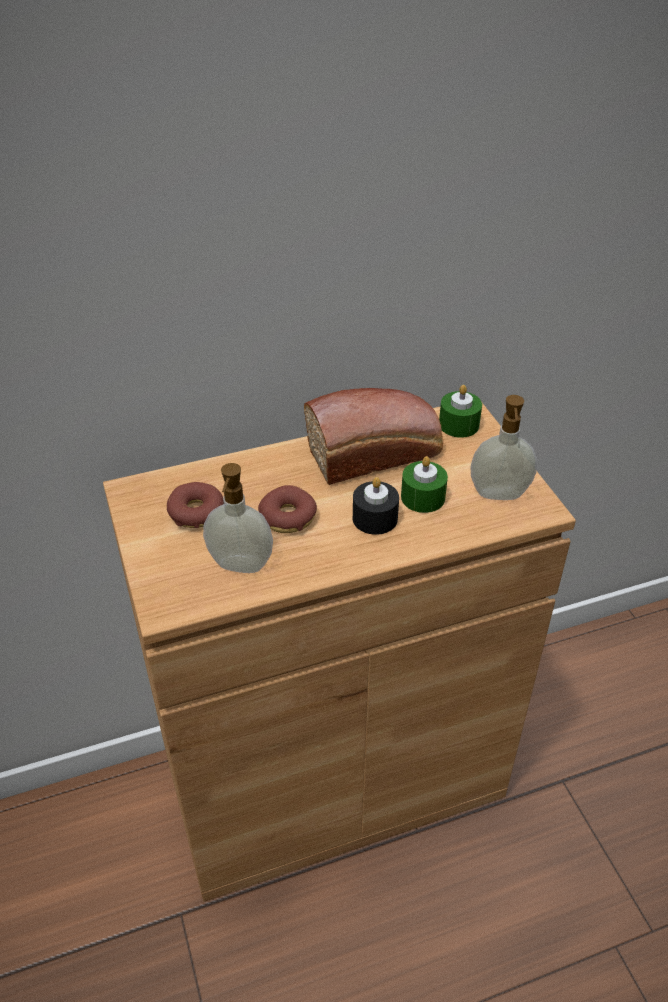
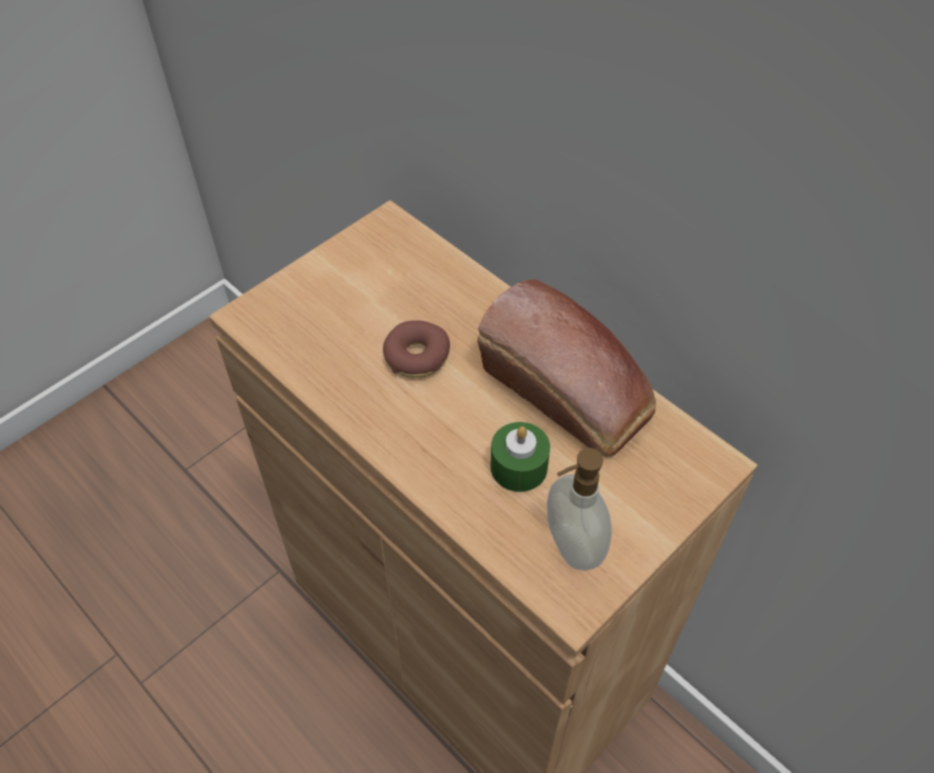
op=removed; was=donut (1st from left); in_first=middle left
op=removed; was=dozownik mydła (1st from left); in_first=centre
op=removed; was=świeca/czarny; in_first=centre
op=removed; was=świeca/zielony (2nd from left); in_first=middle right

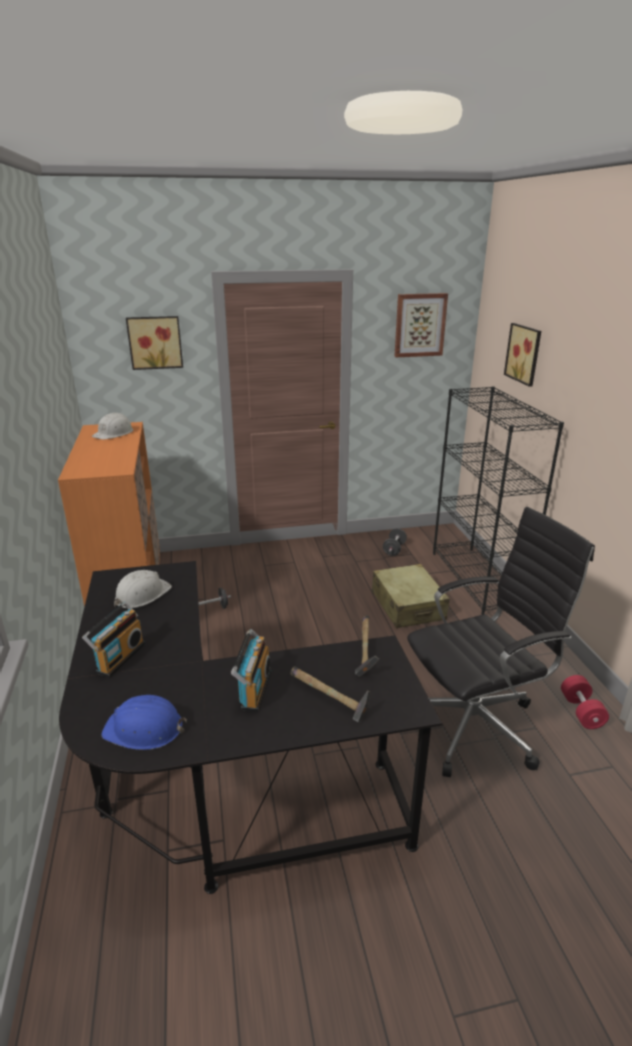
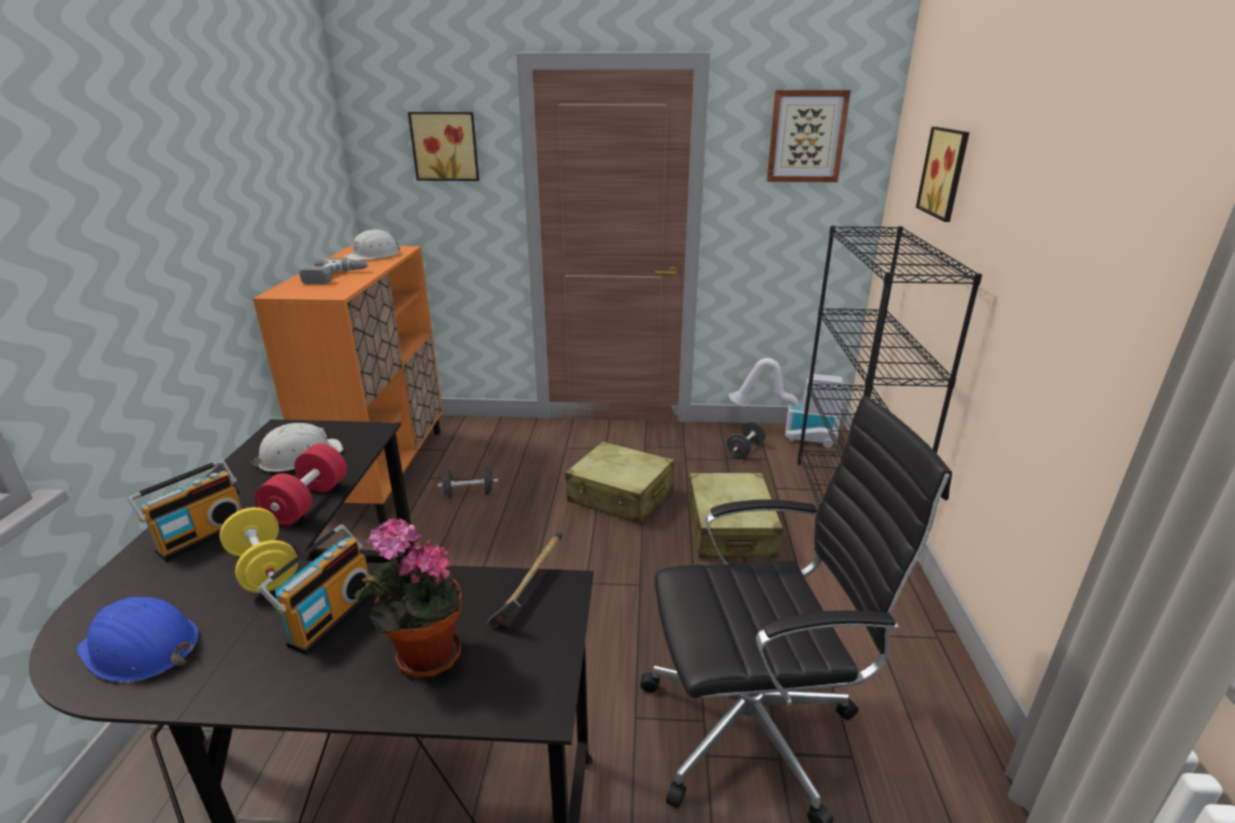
op=replaced; was=młotek (1st from left); now=roślina doniczkowa; in_first=centre; in_second=bottom left
op=moved; was=hantel/czerwony; in_first=bottom right; in_second=middle left
op=added; now=hantel/żółty; in_second=bottom left
op=added; now=wiertarka; in_second=top left
op=added; now=walizka/beżowy (1st from left); in_second=centre
op=added; now=odkurzacz; in_second=centre

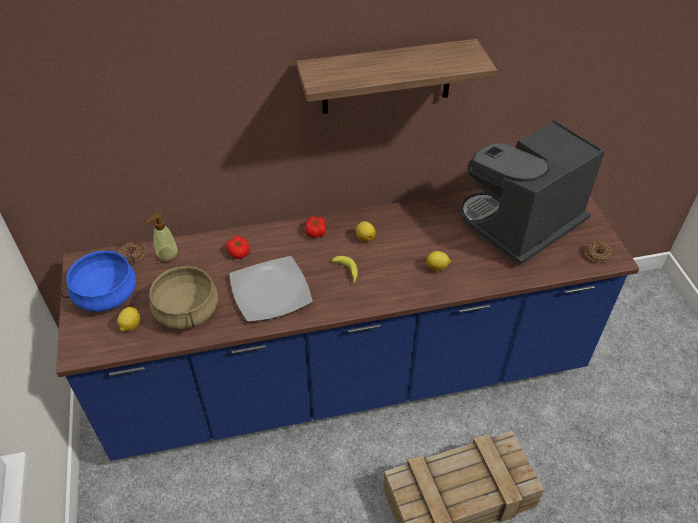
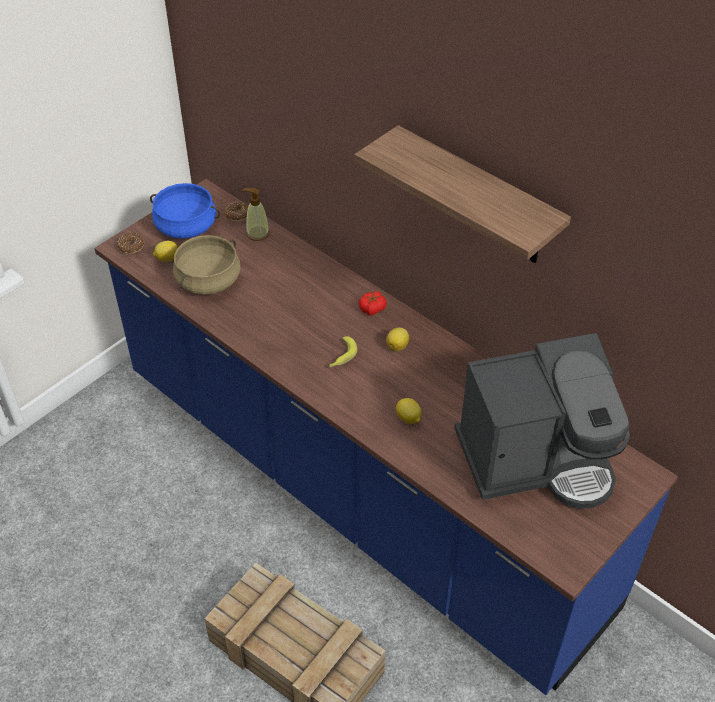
op=removed; was=pomidor (1st from left); in_first=centre
op=removed; was=talerz; in_first=centre
op=turned; was=ekspres do kawy; in_first=middle right; in_second=middle right; clockwise=150
op=moved; was=donut (2nd from left in the first image); now=donut (1st from left); in_first=middle right; in_second=middle left

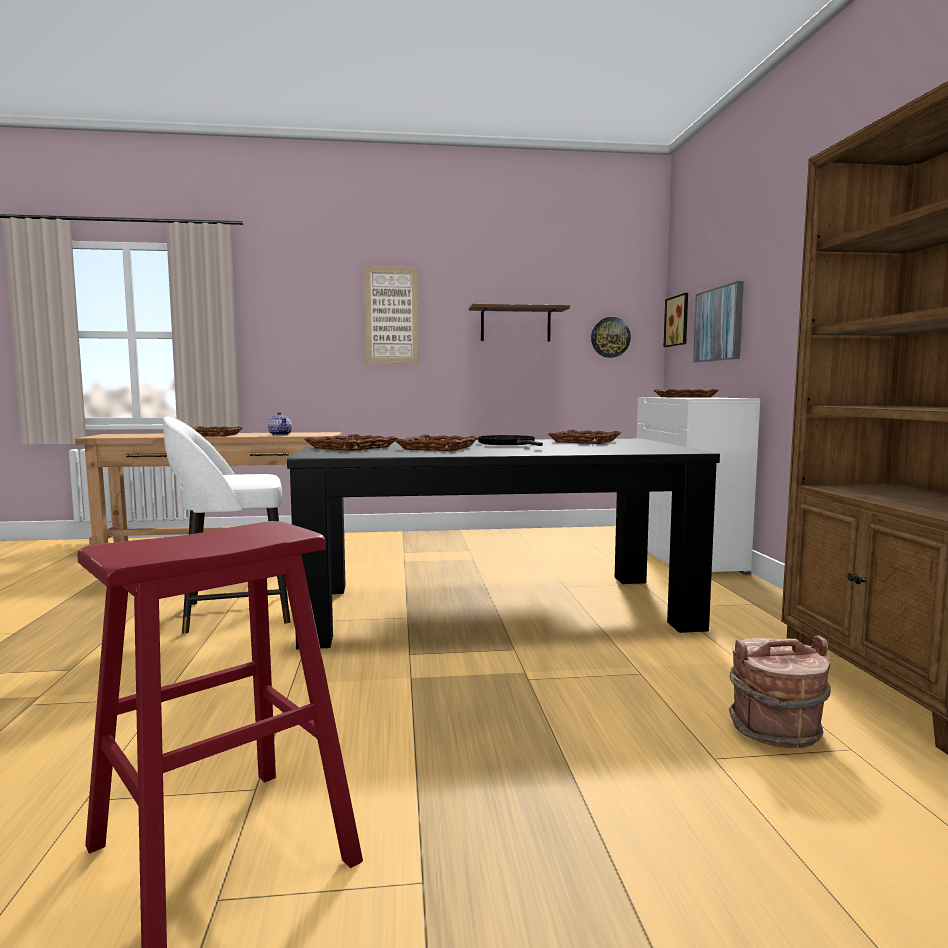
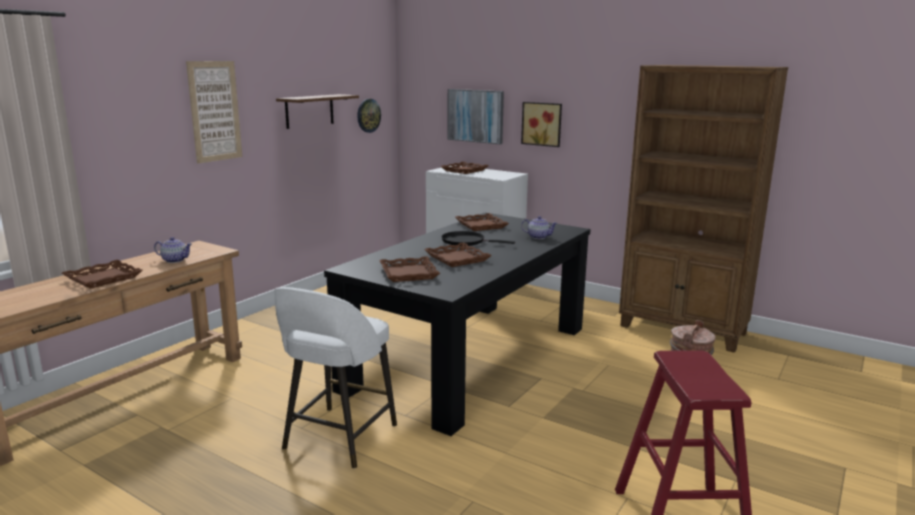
op=moved; was=obraz (2nd from left in the first image); now=obraz (3rd from left); in_first=middle right; in_second=top centre
op=added; now=imbryk (2nd from left); in_second=centre

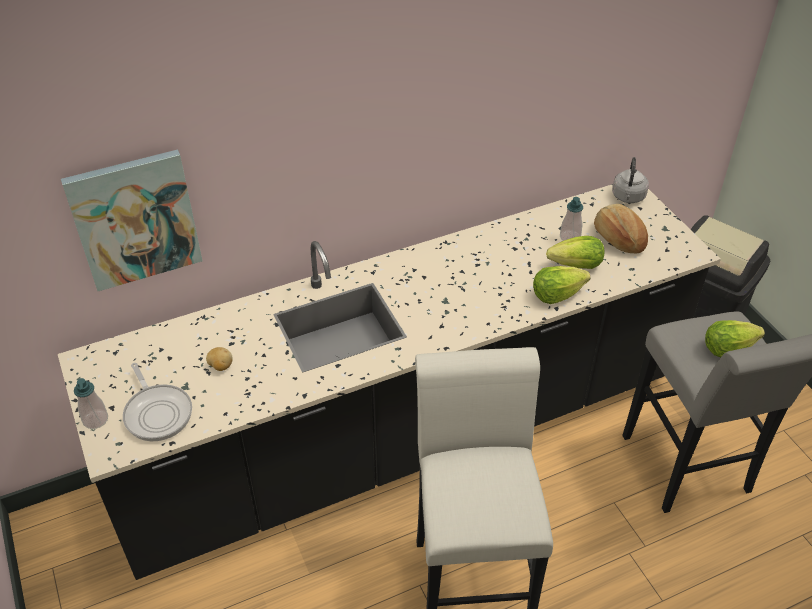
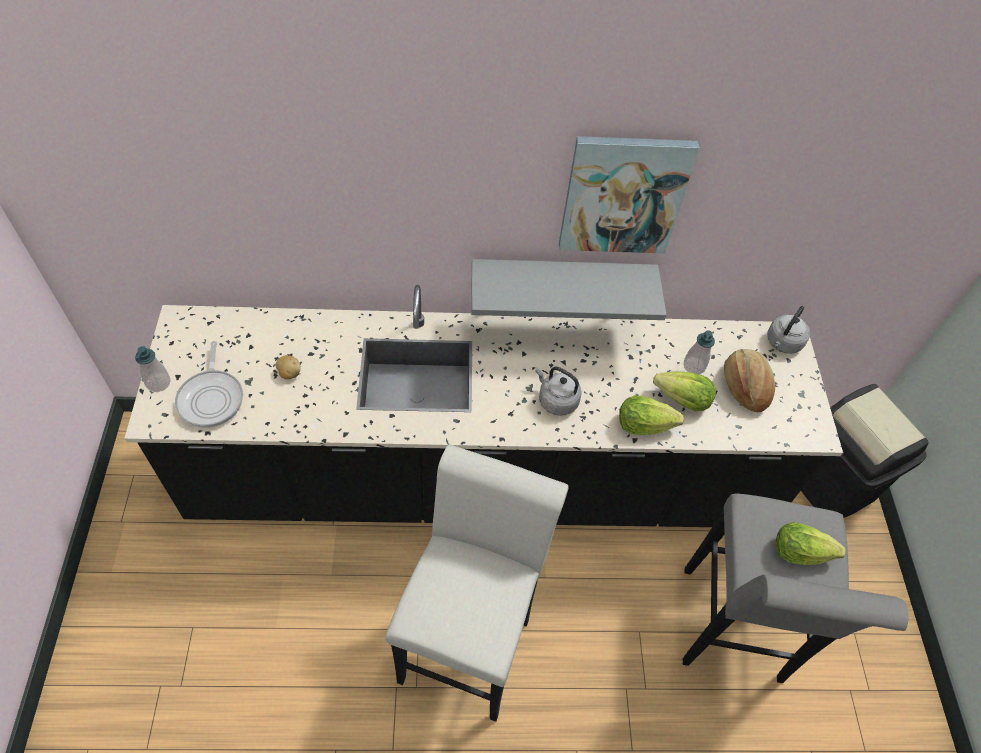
op=moved; was=obraz; in_first=middle left; in_second=top centre
op=added; now=półka/szary; in_second=centre
op=added; now=czajnik/szary (1st from left); in_second=centre

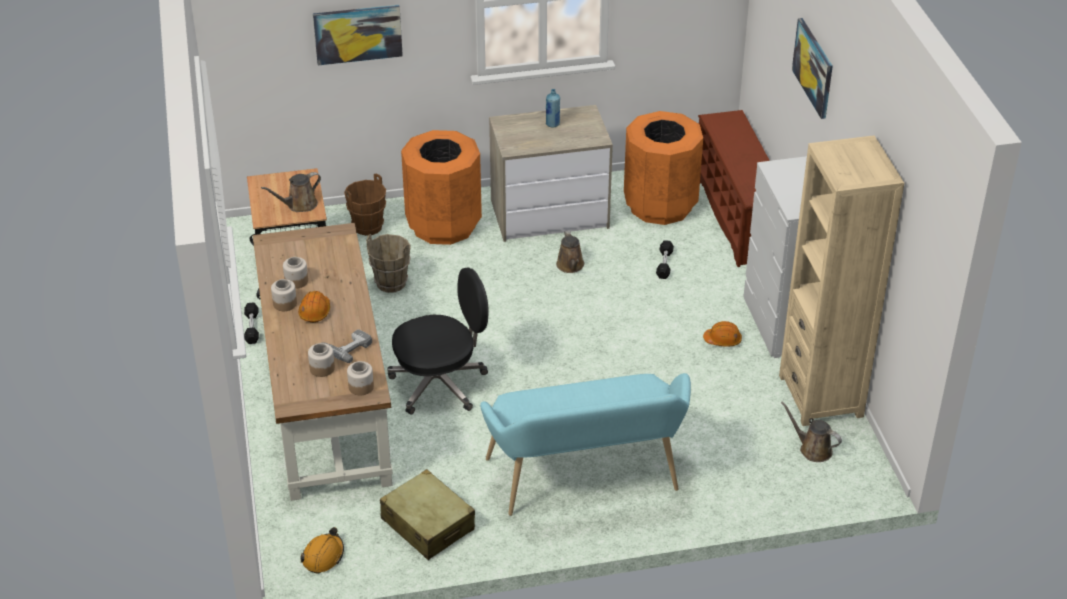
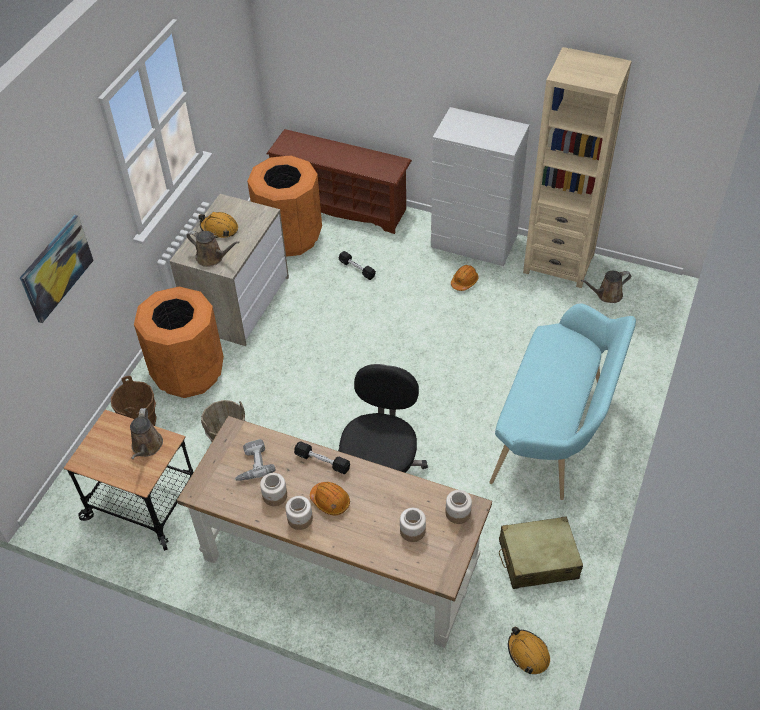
op=moved; was=hantel/czarny (1st from left); in_first=middle left; in_second=centre
op=moved; was=wiertarka; in_first=middle left; in_second=centre
op=replaced; was=butelka/niebieski; now=kask/pomarańczowy (1st from left); in_first=top centre; in_second=top left
op=moved; was=konewka/brązowy (2nd from left); in_first=centre; in_second=middle left
op=removed; was=obraz (2nd from left); in_first=top right

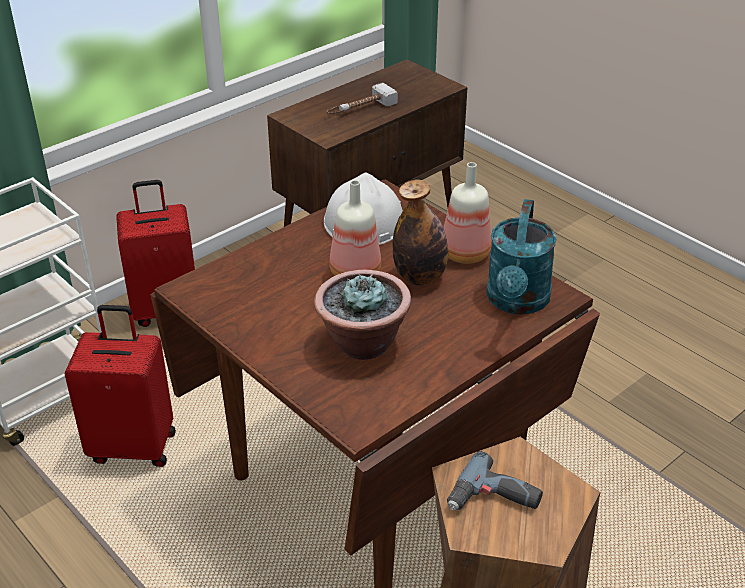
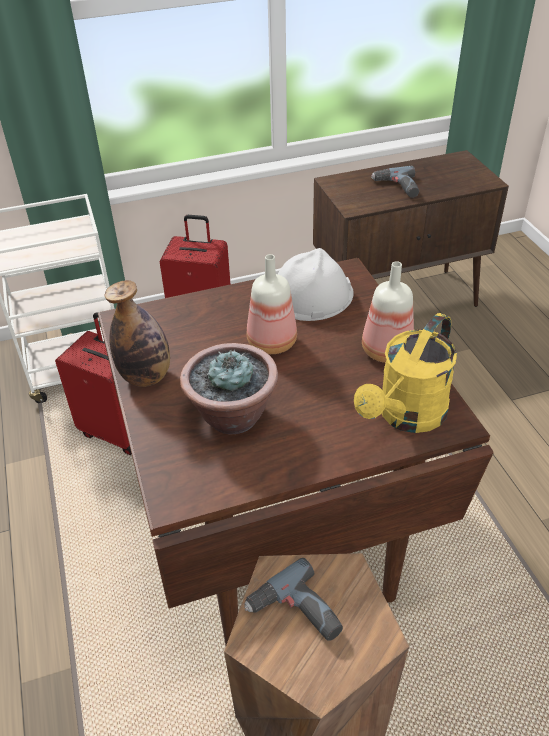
op=replaced; was=młotek; now=wiertarka (2nd from left); in_first=top centre; in_second=top right
op=moved; was=butelka (2nd from left in the first image); now=butelka (1st from left); in_first=centre; in_second=middle left
op=recoloured; was=konewka/turkusowy; now=konewka/żółty; in_first=middle right; in_second=middle right

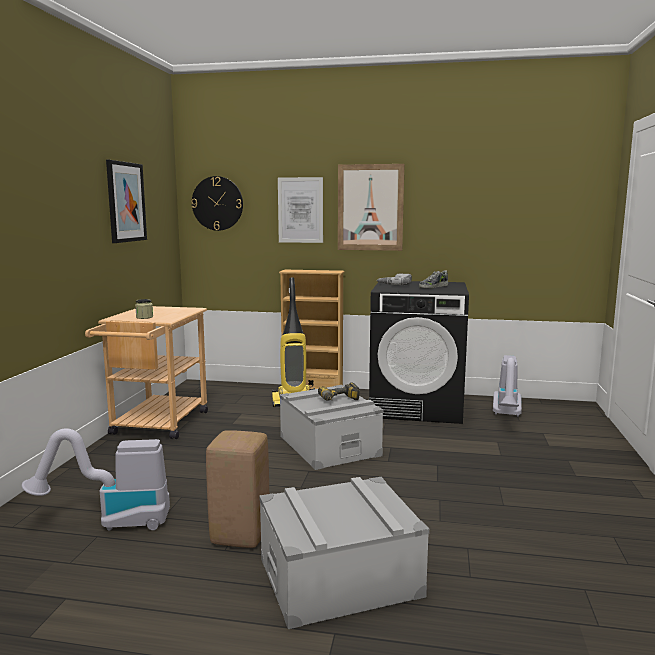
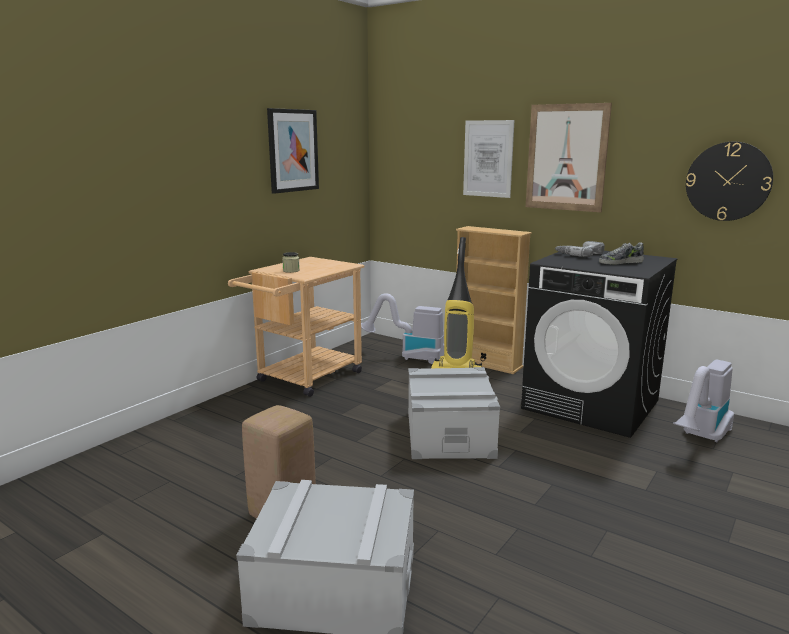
op=moved; was=odkurzacz (1st from left); in_first=bottom left; in_second=centre
op=moved; was=zegar ścienny; in_first=top left; in_second=top right
op=removed; was=wiertarka (1st from left); in_first=centre

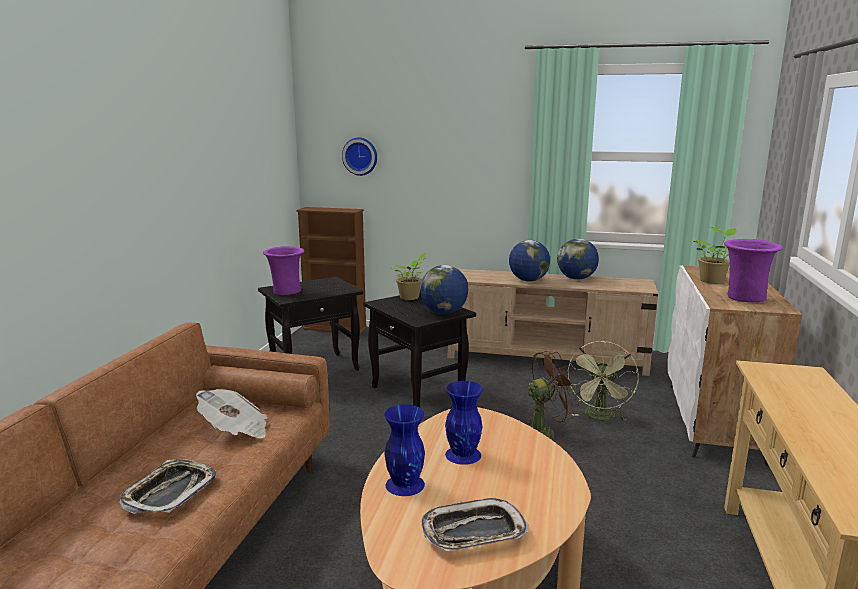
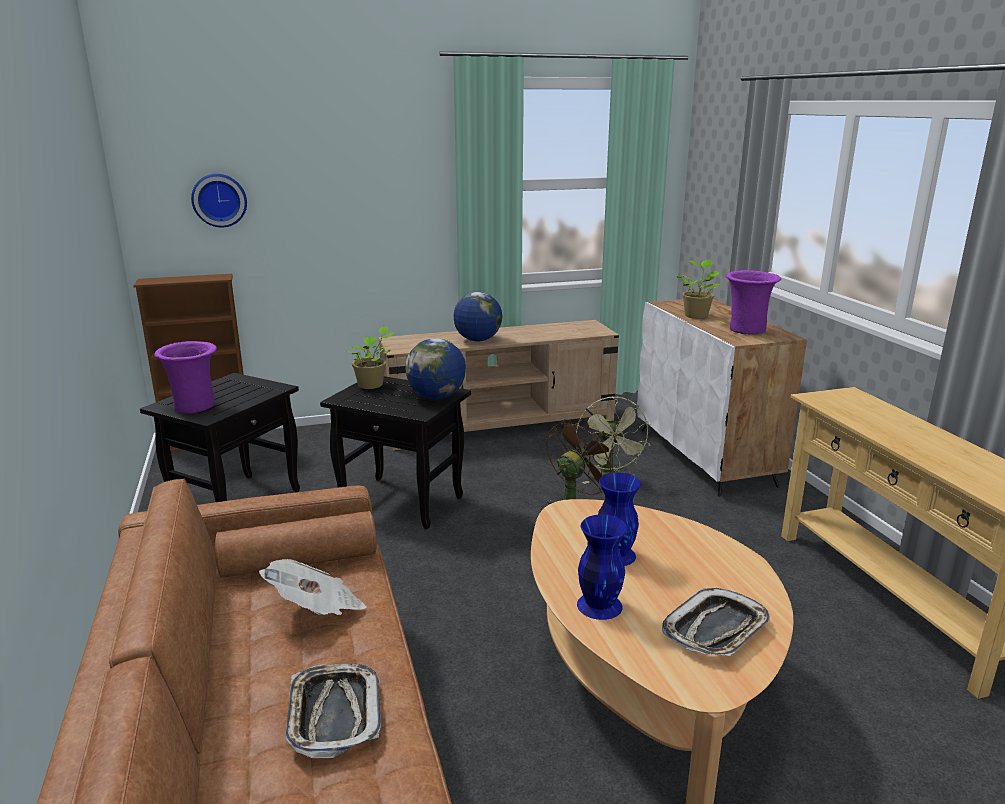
op=removed; was=globus (3rd from left); in_first=middle right

